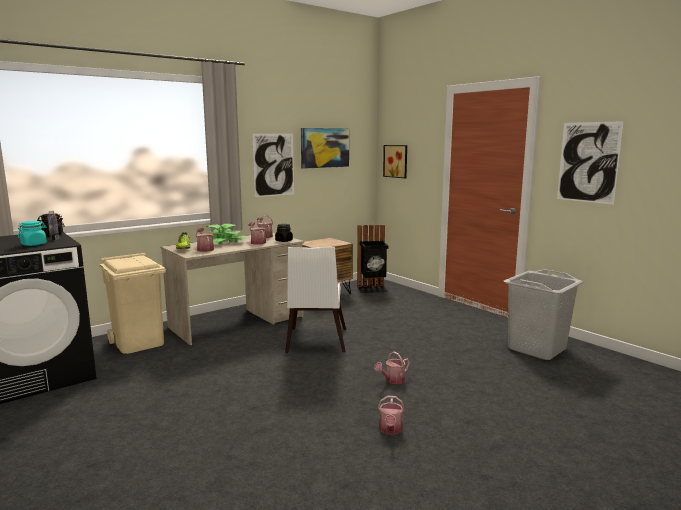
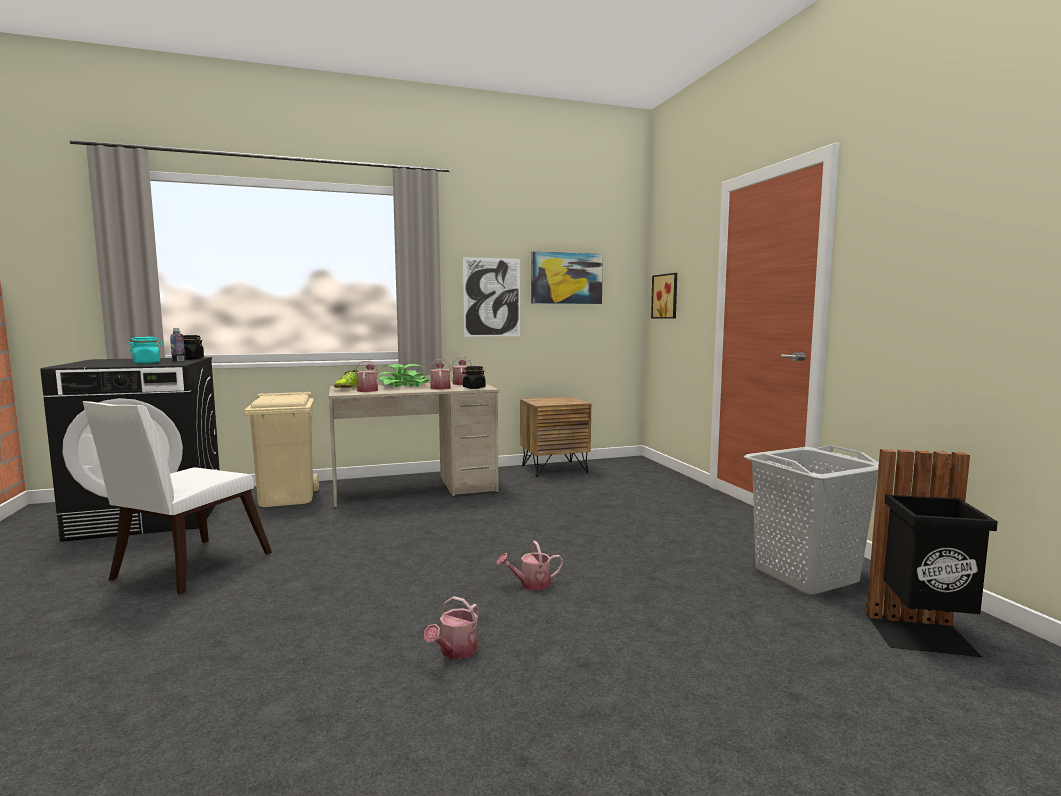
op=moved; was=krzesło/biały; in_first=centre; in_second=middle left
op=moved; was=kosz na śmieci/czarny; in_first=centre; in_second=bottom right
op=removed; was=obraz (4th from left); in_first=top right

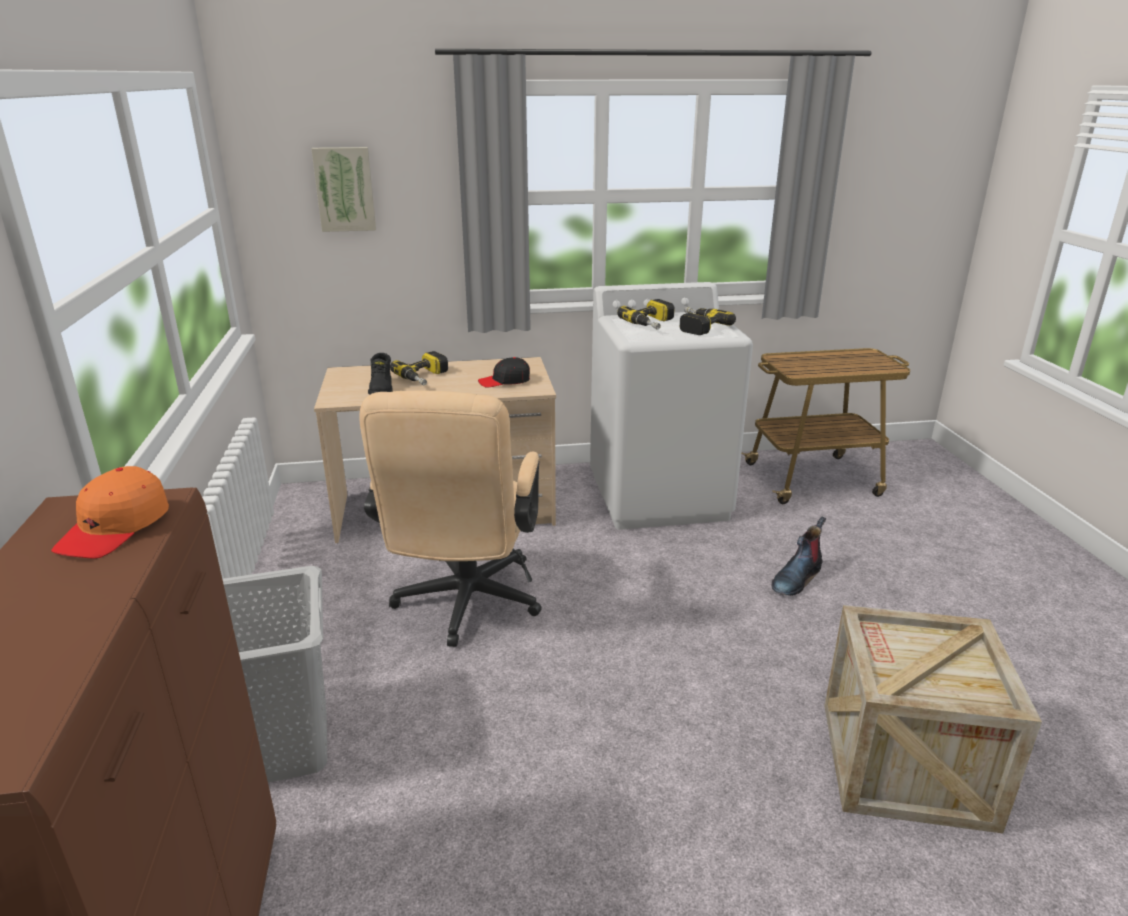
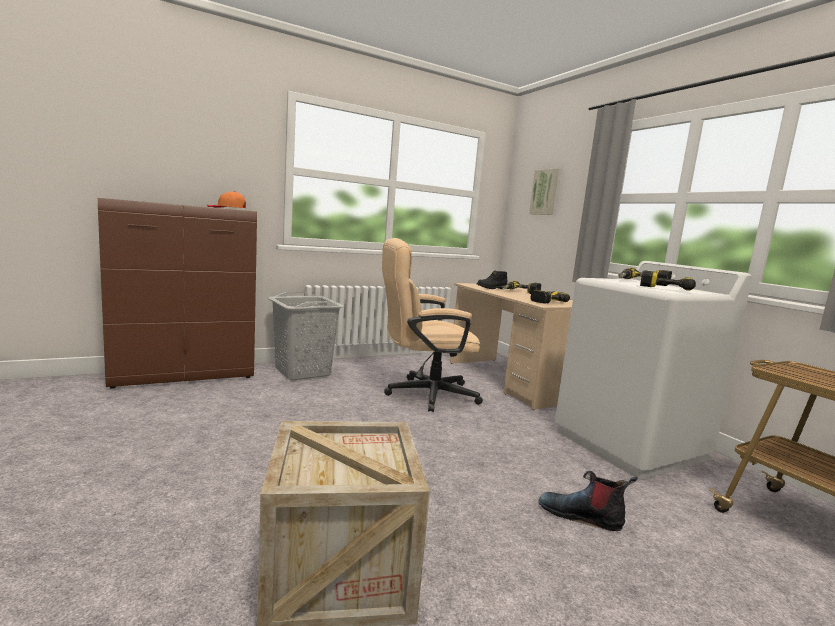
op=replaced; was=czapka z daszkiem/czarny; now=wiertarka (2nd from left); in_first=centre; in_second=centre

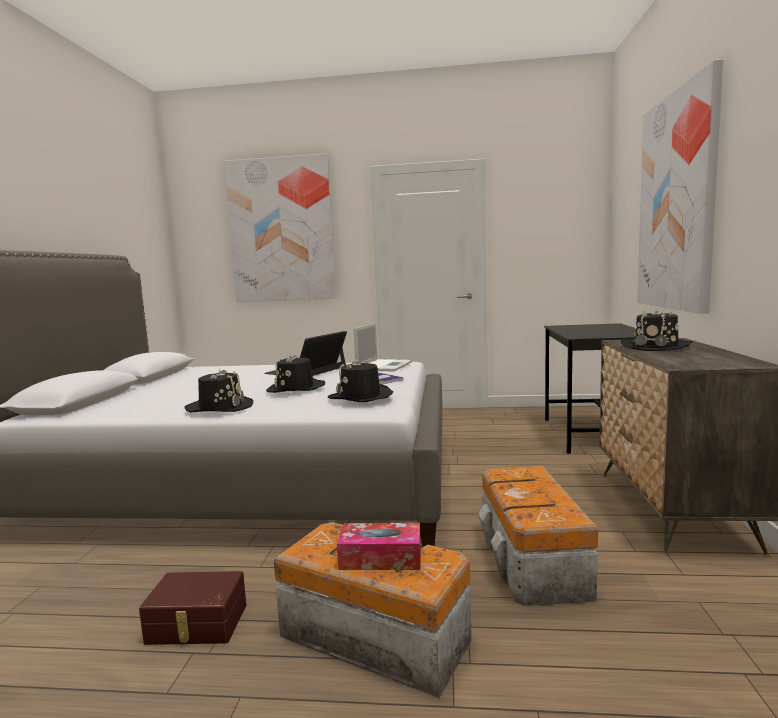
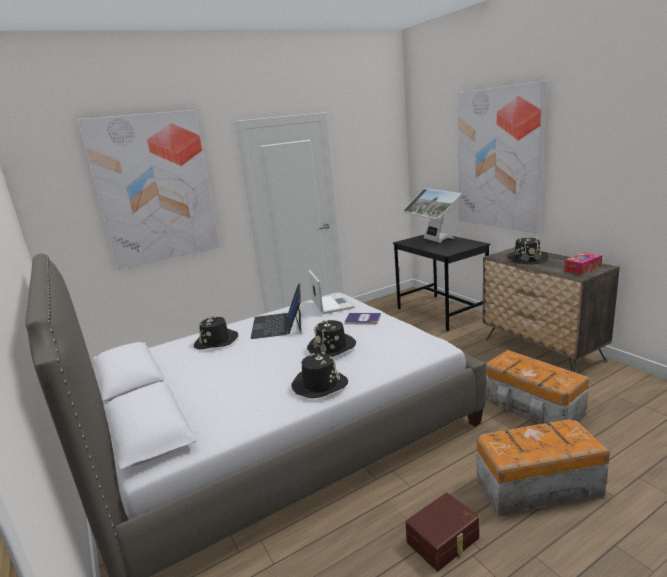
op=moved; was=kapelusz/czarny (3rd from left in the first image); now=kapelusz/czarny (1st from left); in_first=centre; in_second=middle left
op=moved; was=pudełko chusteczek; in_first=bottom centre; in_second=middle right
op=added; now=monitor; in_second=centre

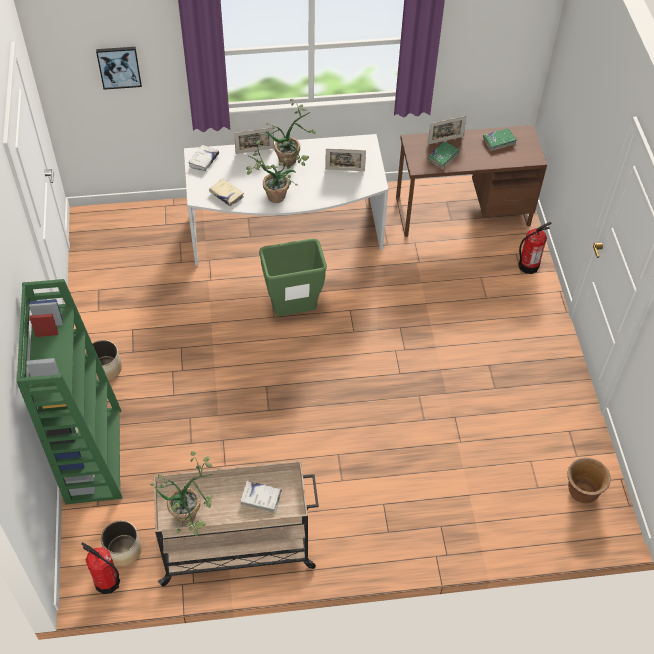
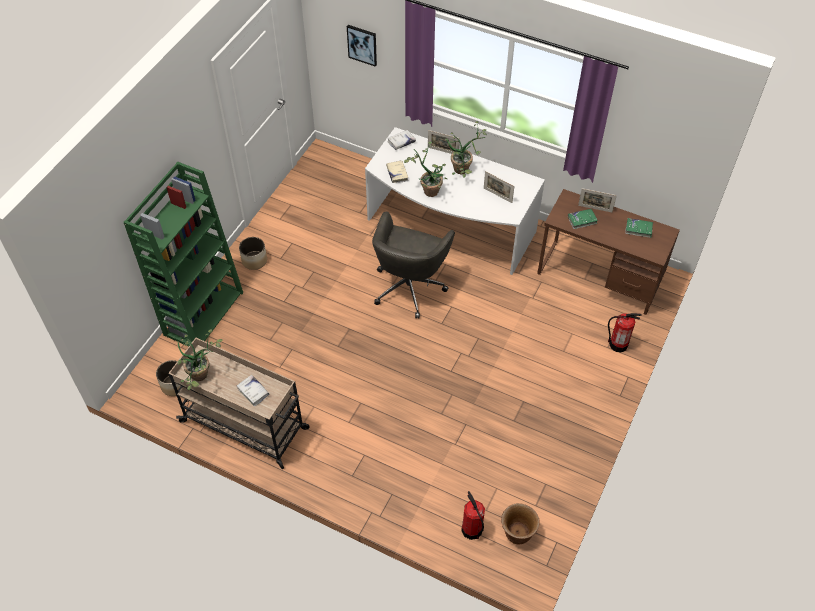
op=moved; was=gaśnica (1st from left); in_first=bottom left; in_second=bottom centre
op=replaced; was=kosz na śmieci/zielony; now=krzesło biurowe/szary; in_first=centre; in_second=centre

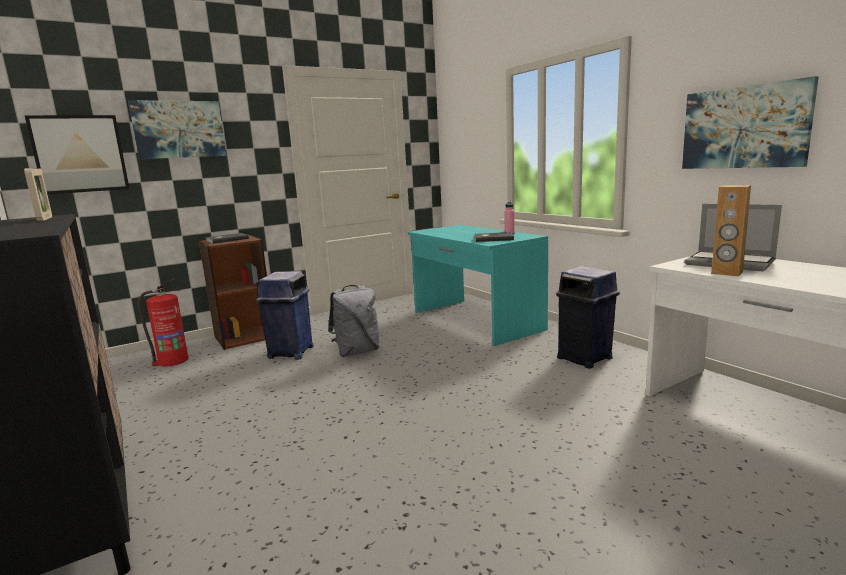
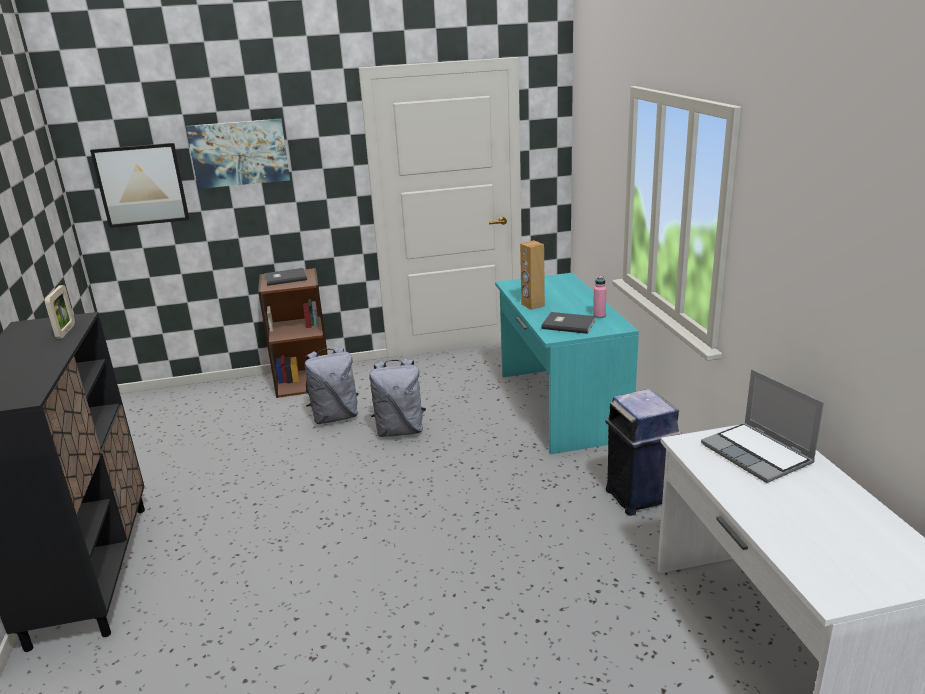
op=removed; was=gaśnica; in_first=middle left
op=replaced; was=kosz na śmieci/niebieski (1st from left); now=plecak/szary (1st from left); in_first=centre; in_second=centre
op=removed; was=obraz (3rd from left); in_first=top right
op=moved; was=głośnik/brązowy; in_first=middle right; in_second=centre

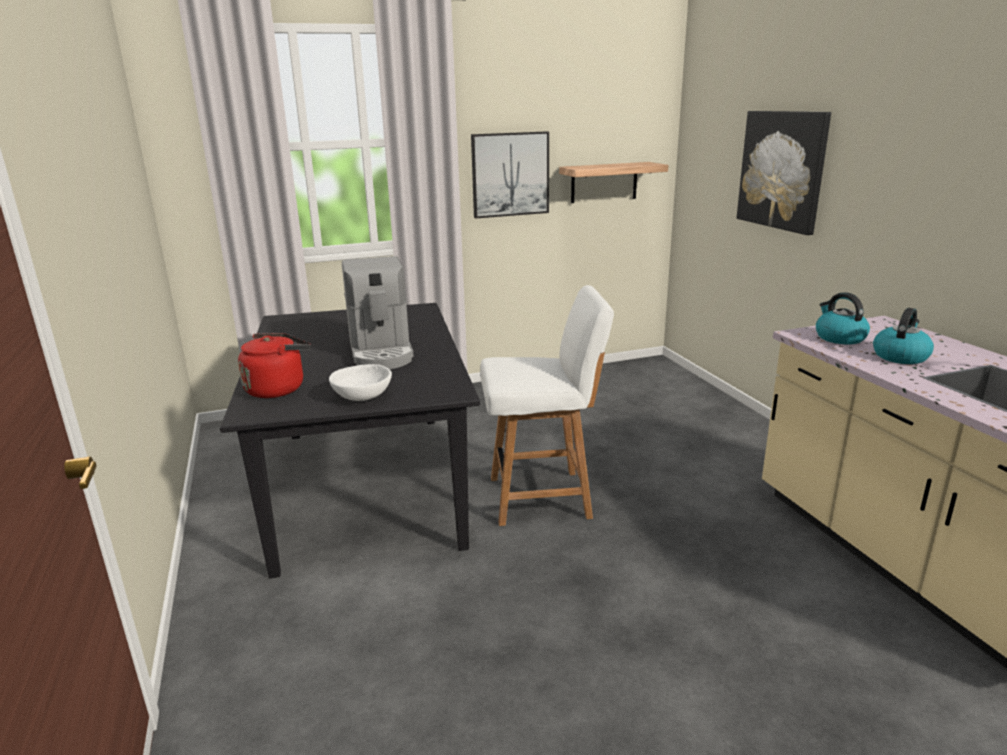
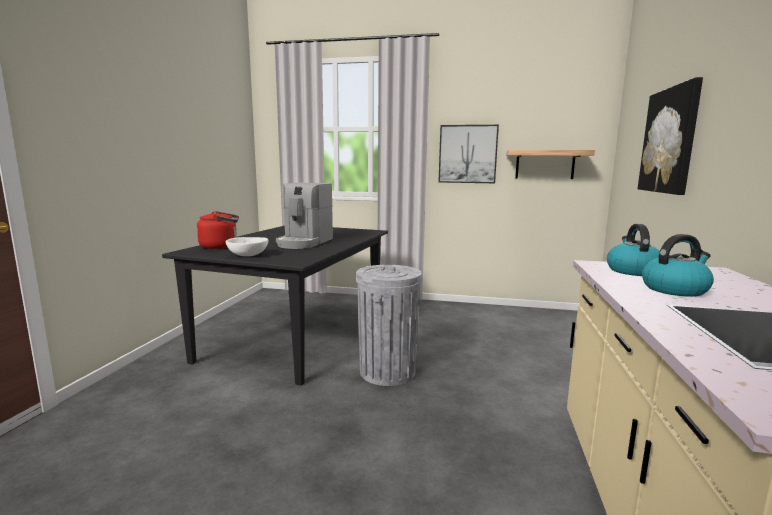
op=replaced; was=krzesło/biały; now=kosz na śmieci/szary; in_first=centre; in_second=centre

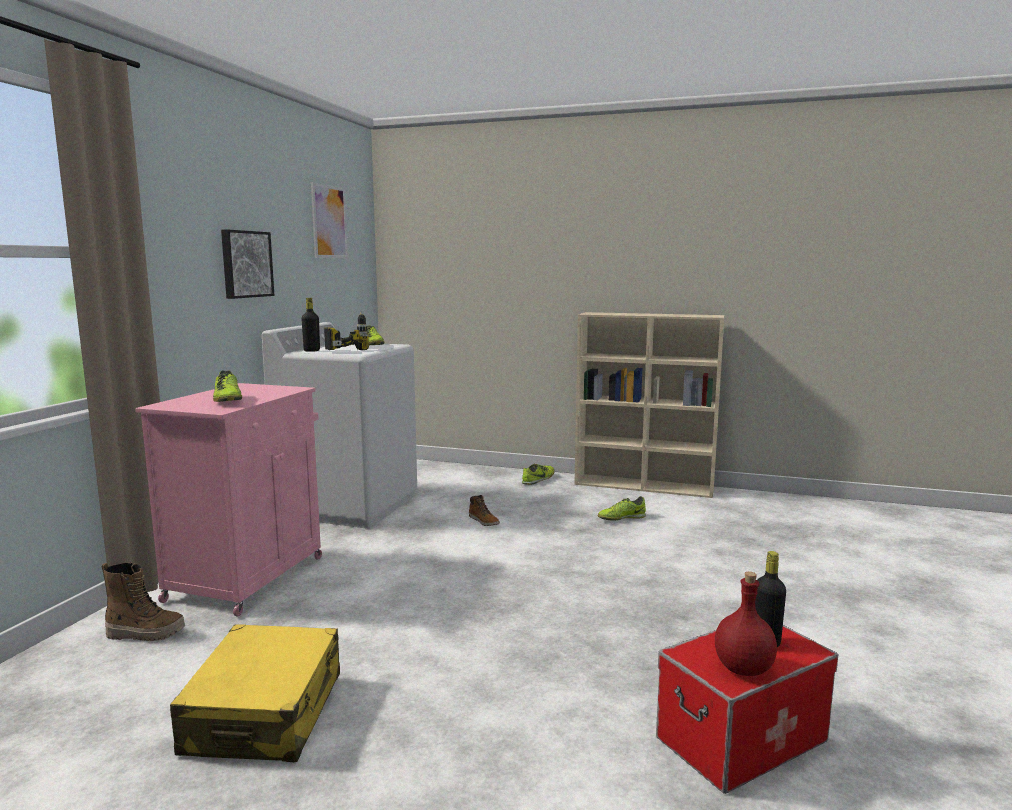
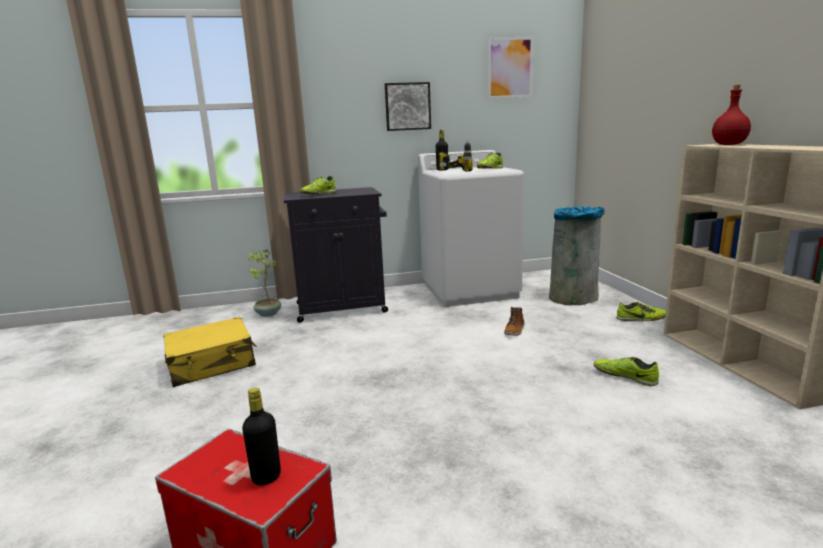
op=replaced; was=but z cholewką (1st from left); now=roślina doniczkowa; in_first=bottom left; in_second=middle left
op=recoloured; was=szafka/różowy; now=szafka/czarny; in_first=middle left; in_second=centre
op=moved; was=butelka/czerwony; in_first=bottom right; in_second=top right
op=added; now=kosz na śmieci/szary; in_second=middle right

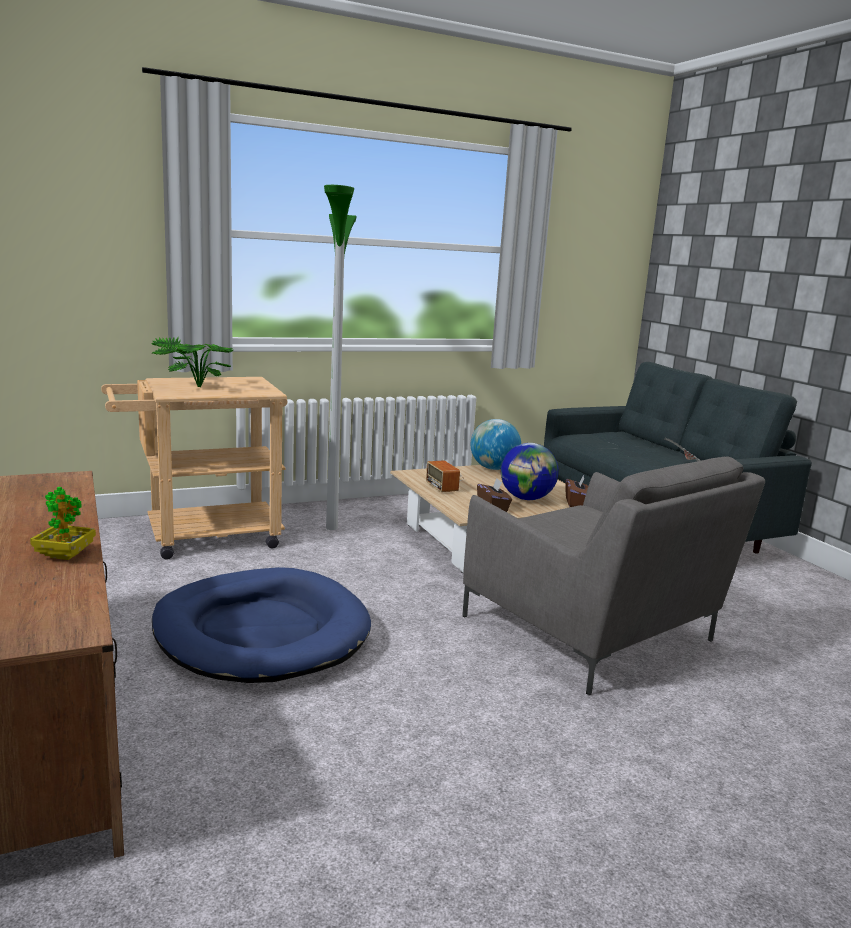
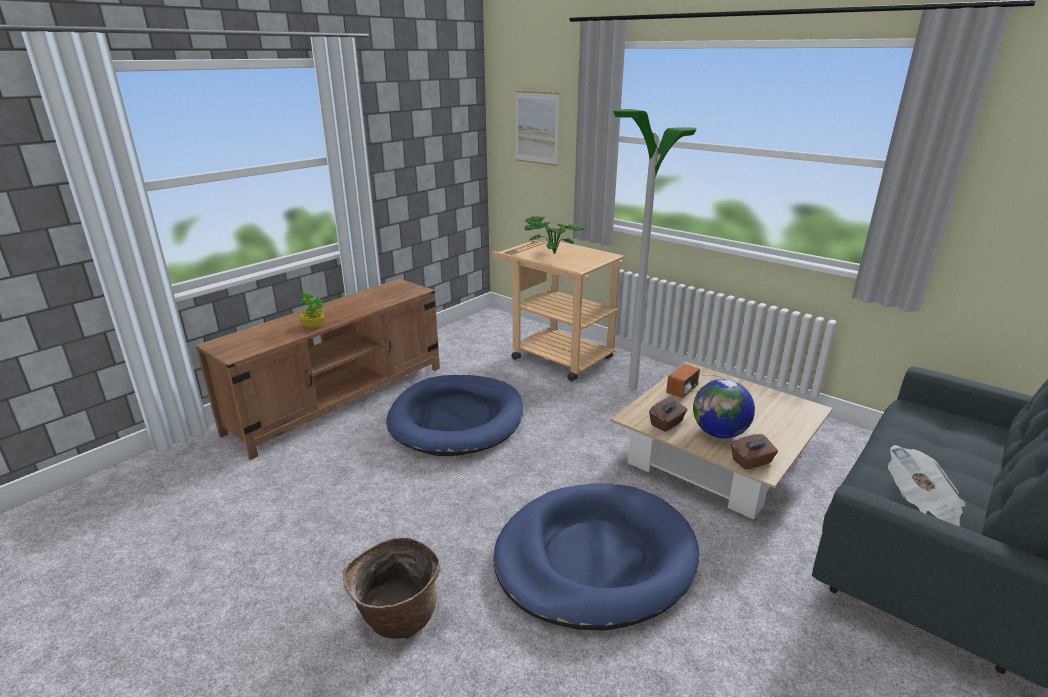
op=replaced; was=fotel/szary; now=legowisko/niebieski (2nd from left); in_first=middle right; in_second=bottom centre
op=removed; was=globus (1st from left); in_first=centre
op=added; now=koszyk; in_second=bottom centre
op=added; now=obraz; in_second=top centre

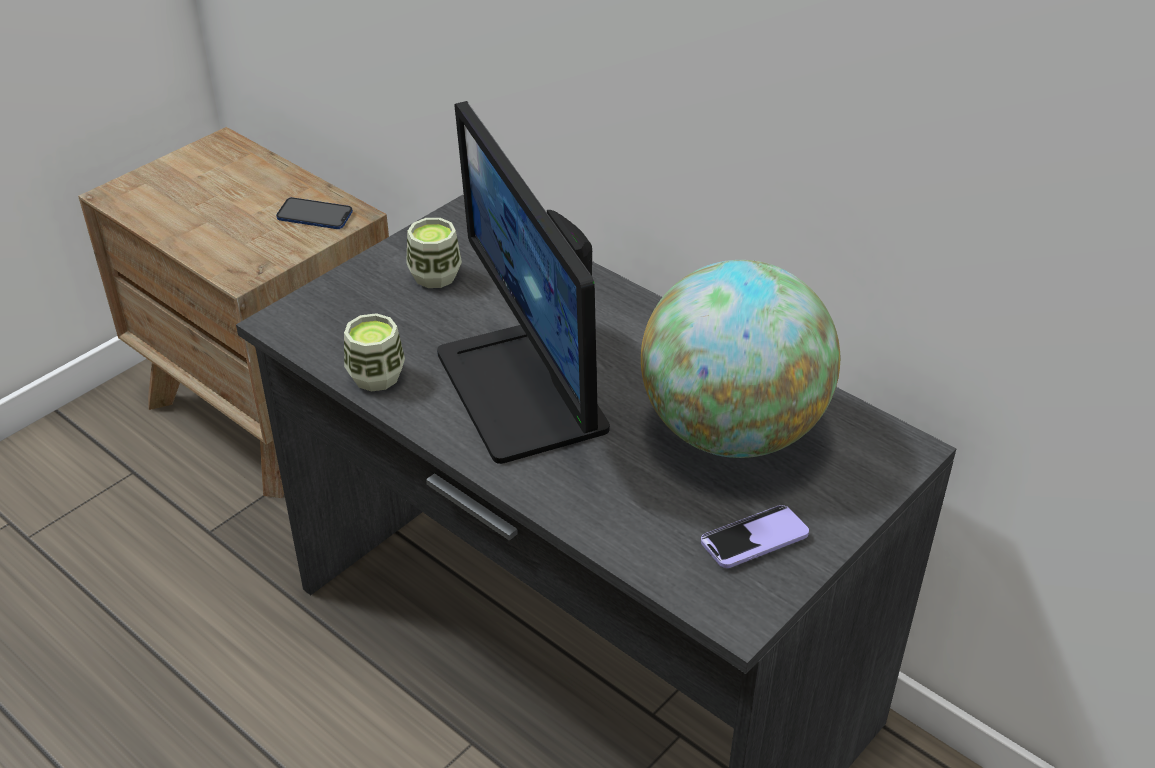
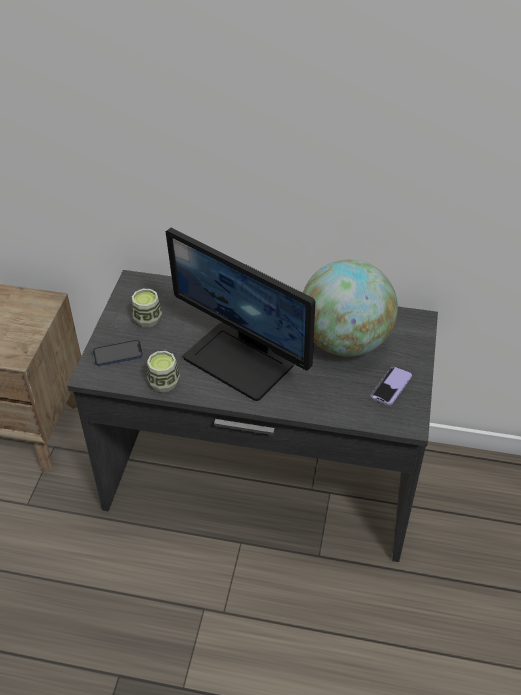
op=moved; was=telefon (1st from left); in_first=top left; in_second=middle left

